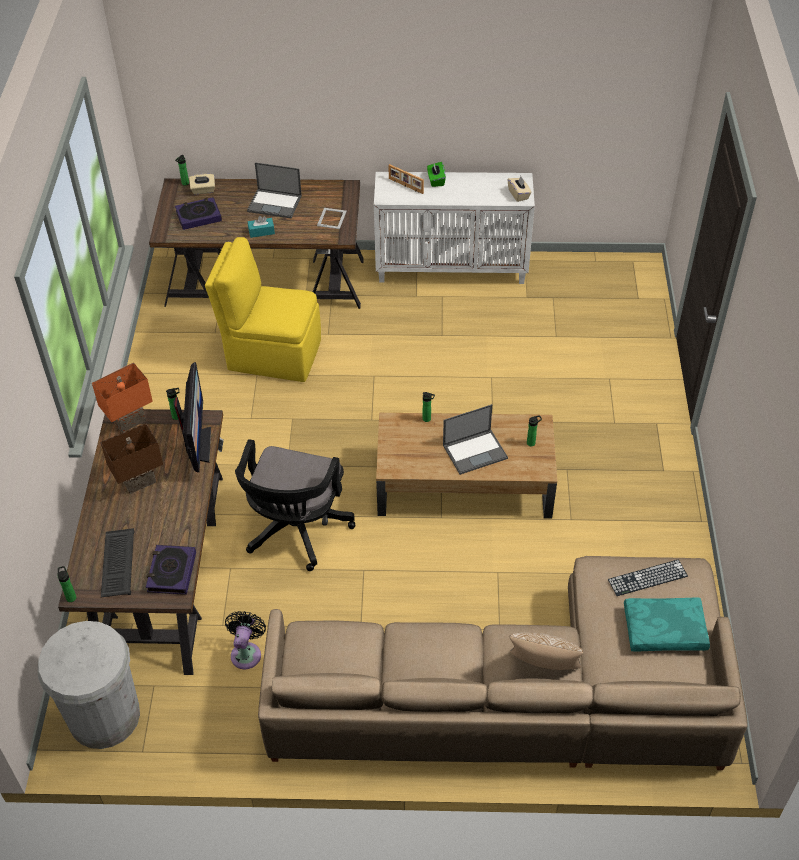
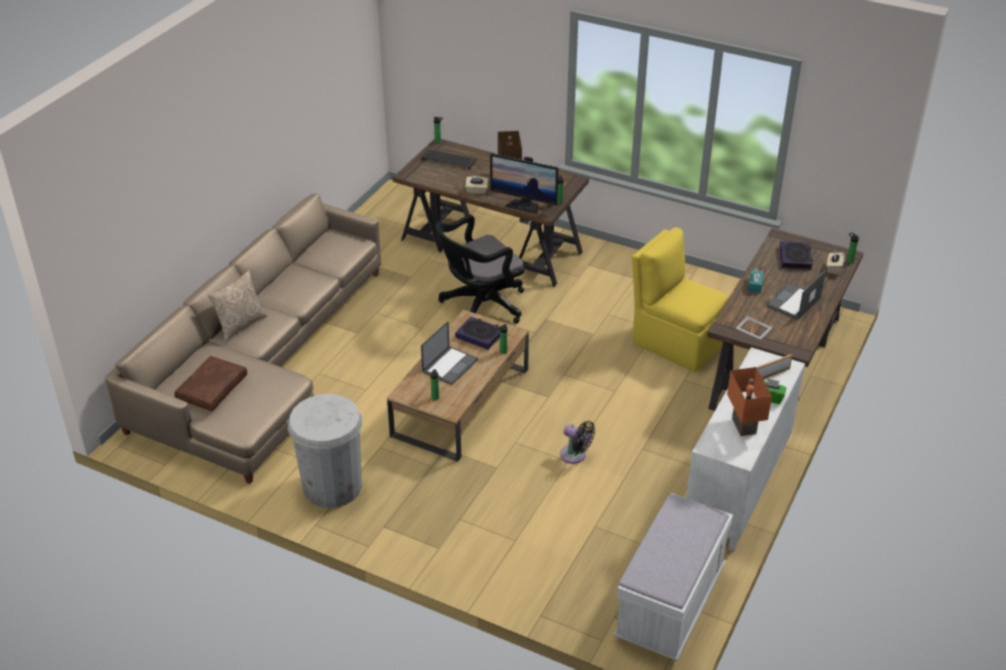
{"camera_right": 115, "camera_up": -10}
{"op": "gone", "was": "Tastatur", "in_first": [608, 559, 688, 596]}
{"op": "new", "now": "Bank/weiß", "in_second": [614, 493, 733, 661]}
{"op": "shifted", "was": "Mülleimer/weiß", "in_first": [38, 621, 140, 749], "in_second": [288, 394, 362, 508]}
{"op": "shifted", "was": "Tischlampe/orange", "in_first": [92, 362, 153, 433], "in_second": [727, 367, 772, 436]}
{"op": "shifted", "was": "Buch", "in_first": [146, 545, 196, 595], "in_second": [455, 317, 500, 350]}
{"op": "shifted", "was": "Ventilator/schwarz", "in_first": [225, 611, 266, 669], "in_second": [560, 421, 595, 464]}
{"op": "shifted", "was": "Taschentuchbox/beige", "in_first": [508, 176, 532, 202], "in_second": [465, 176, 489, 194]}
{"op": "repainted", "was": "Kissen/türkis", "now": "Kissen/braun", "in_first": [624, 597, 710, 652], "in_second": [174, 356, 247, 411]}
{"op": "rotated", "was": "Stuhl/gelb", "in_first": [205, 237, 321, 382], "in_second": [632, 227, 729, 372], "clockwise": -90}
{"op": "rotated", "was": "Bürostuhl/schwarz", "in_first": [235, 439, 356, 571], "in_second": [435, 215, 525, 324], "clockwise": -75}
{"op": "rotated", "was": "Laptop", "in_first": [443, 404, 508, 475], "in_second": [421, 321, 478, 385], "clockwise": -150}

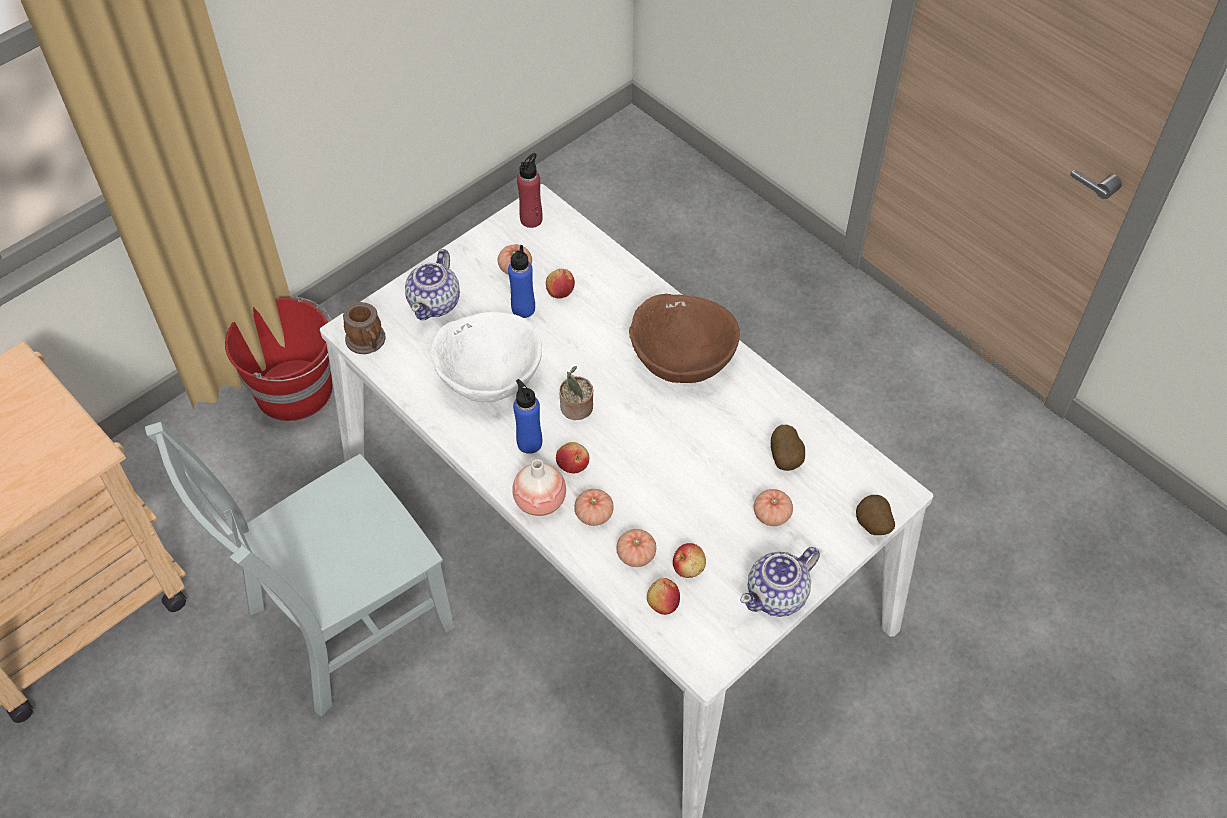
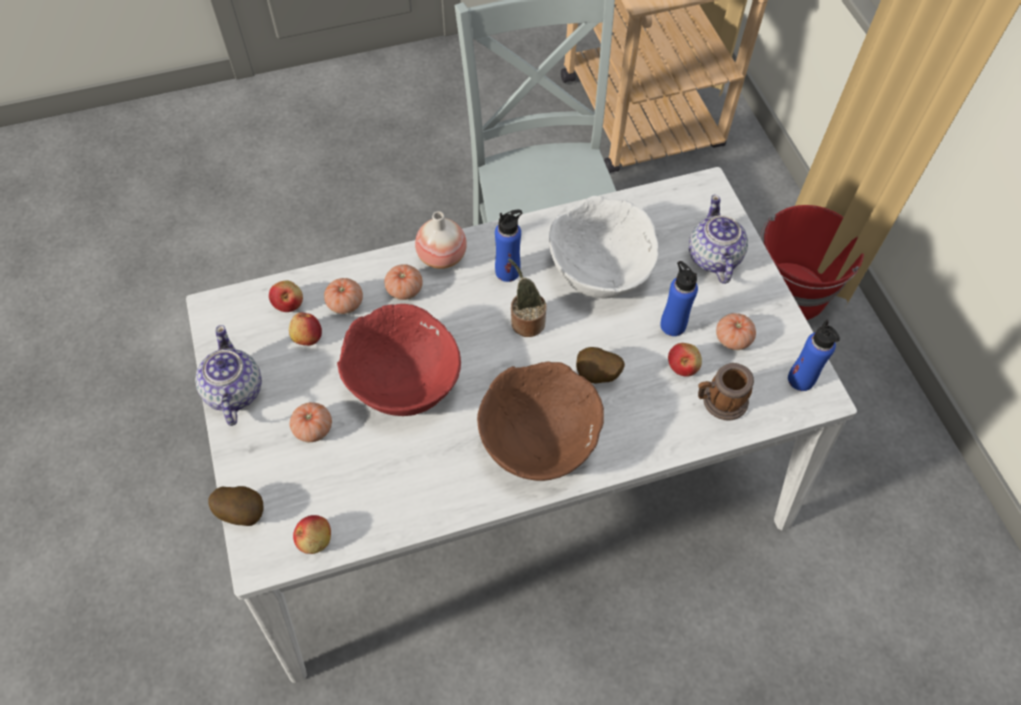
{"camera_right": 115, "camera_up": 5}
{"op": "new", "now": "Schüssel/rot", "in_second": [337, 304, 461, 416]}
{"op": "shifted", "was": "Henkelbecher", "in_first": [343, 302, 385, 354], "in_second": [698, 363, 754, 420]}
{"op": "shifted", "was": "Apfel", "in_first": [556, 442, 589, 473], "in_second": [293, 515, 331, 554]}
{"op": "shifted", "was": "Kartoffel", "in_first": [771, 425, 805, 471], "in_second": [576, 347, 625, 384]}
{"op": "repainted", "was": "Flasche/rot", "now": "Flasche/blau", "in_first": [517, 153, 543, 228], "in_second": [788, 320, 840, 391]}
{"op": "rotated", "was": "Teekanne", "in_first": [405, 249, 460, 320], "in_second": [689, 195, 748, 284], "clockwise": 45}

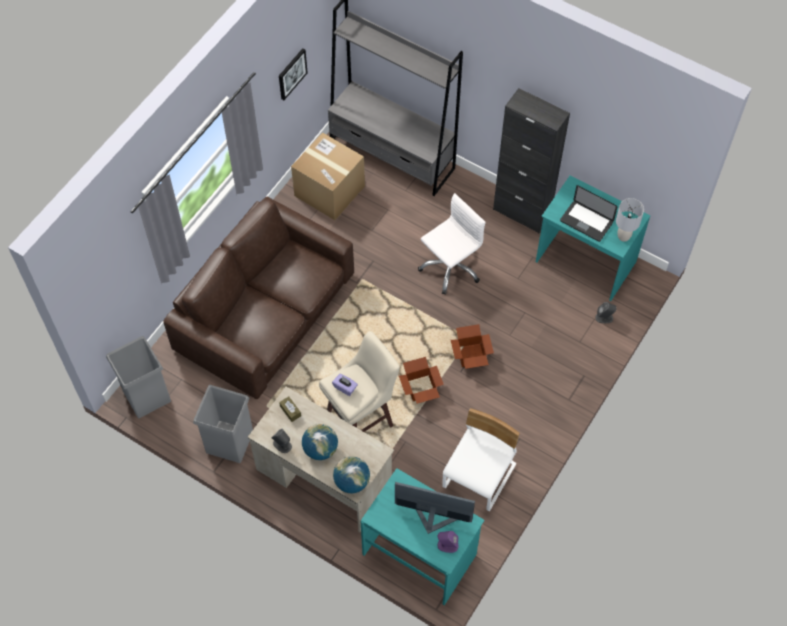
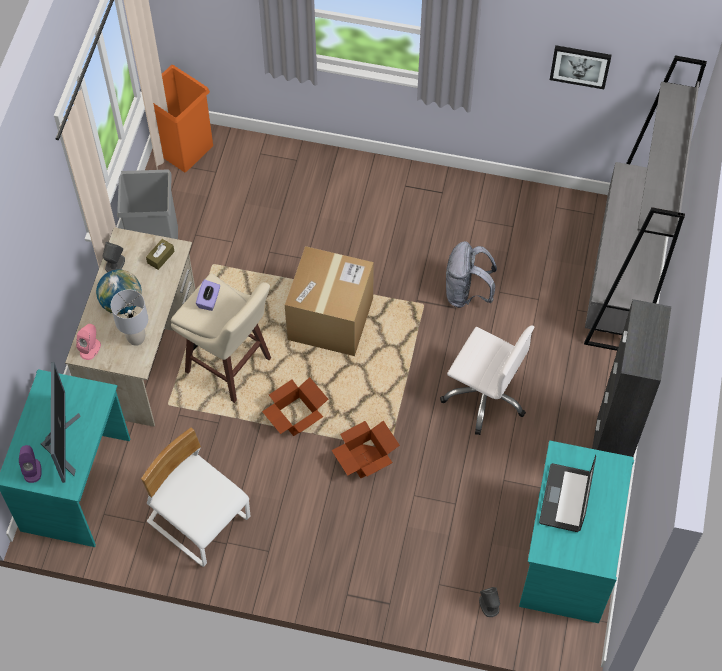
{"camera_right": 70, "camera_up": 0}
{"op": "gone", "was": "Sofa/braun", "in_first": [163, 197, 354, 399]}
{"op": "new", "now": "Rucksack/grau", "in_second": [446, 241, 497, 308]}
{"op": "shifted", "was": "Karton", "in_first": [291, 132, 365, 220], "in_second": [285, 246, 374, 356]}
{"op": "shifted", "was": "Tischlampe/grau", "in_first": [616, 198, 644, 242], "in_second": [111, 290, 148, 346]}
{"op": "swapped", "was": "Globus", "now": "Lautsprecher/rosa", "in_first": [333, 456, 370, 493], "in_second": [76, 324, 101, 360]}
{"op": "repainted", "was": "Mülleimer/grau", "now": "Mülleimer/orange", "in_first": [106, 336, 171, 418], "in_second": [153, 65, 213, 172]}
{"op": "rotated", "was": "Stuhl/weiß", "in_first": [442, 408, 520, 511], "in_second": [141, 428, 250, 567], "clockwise": -150}

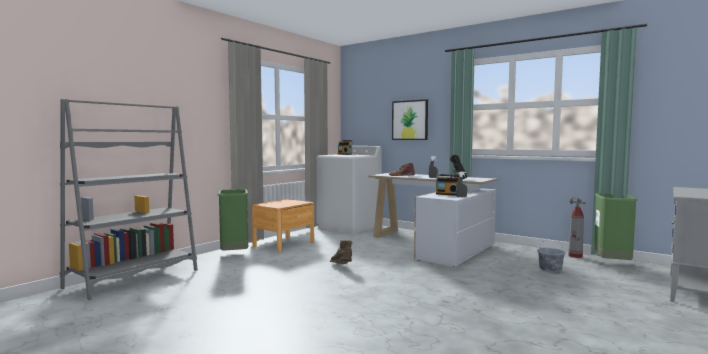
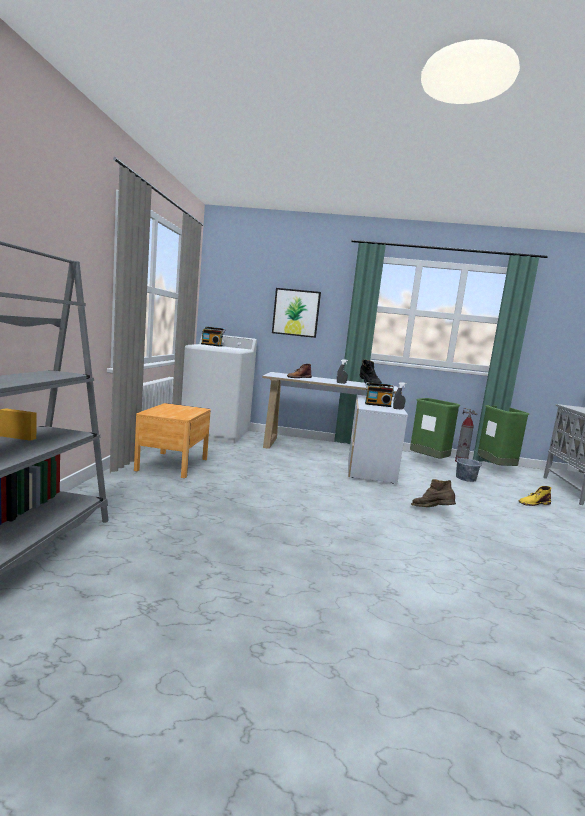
{"camera_right": -30, "camera_up": 5}
{"op": "new", "now": "Stiefel/gelb", "in_second": [519, 486, 551, 506]}
{"op": "shifted", "was": "Mülleimer/grün", "in_first": [218, 189, 248, 250], "in_second": [410, 398, 460, 459]}
{"op": "shifted", "was": "Stiefel/braun", "in_first": [330, 240, 352, 264], "in_second": [411, 479, 456, 507]}

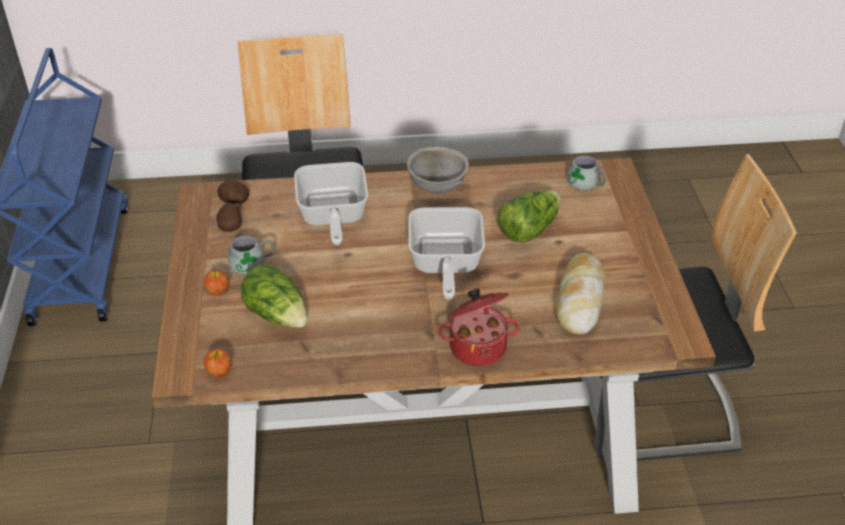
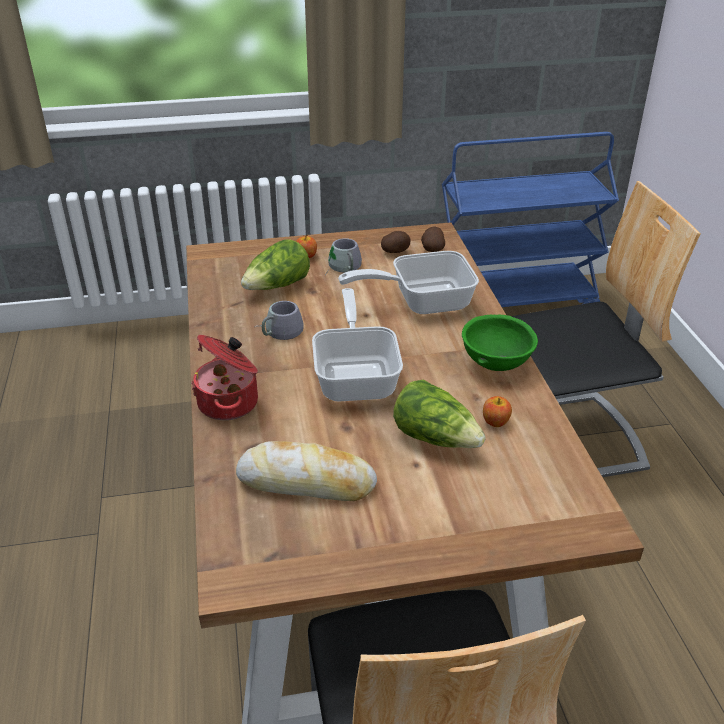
{"camera_right": 85, "camera_up": -5}
{"op": "shifted", "was": "Apfel", "in_first": [203, 349, 231, 377], "in_second": [483, 396, 512, 427]}
{"op": "shifted", "was": "Henkelbecher/grau", "in_first": [567, 155, 606, 197], "in_second": [255, 301, 304, 340]}
{"op": "repainted", "was": "Schüssel/grau", "now": "Schüssel/grün", "in_first": [407, 147, 469, 194], "in_second": [462, 315, 538, 371]}
{"op": "rotated", "was": "Pfanne", "in_first": [408, 207, 485, 300], "in_second": [312, 288, 403, 401], "clockwise": 90}

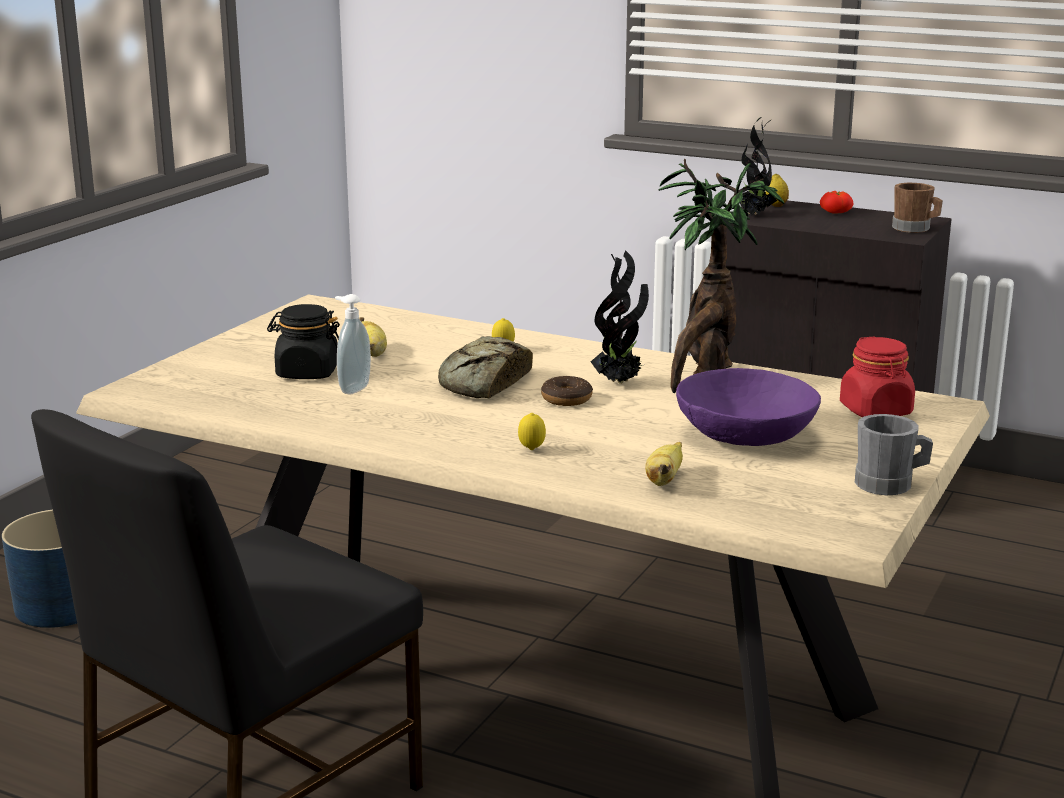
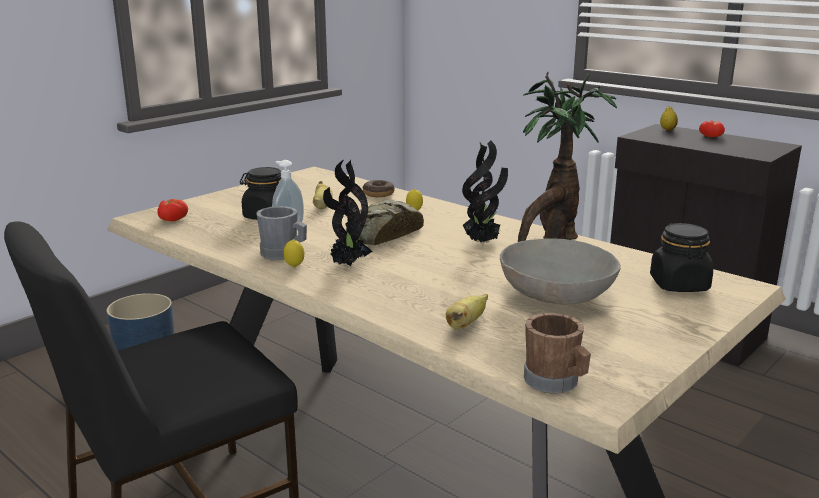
{"camera_right": 15, "camera_up": 0}
{"op": "new", "now": "Tomate", "in_second": [157, 199, 188, 222]}
{"op": "shifted", "was": "Zitrone", "in_first": [518, 413, 546, 450], "in_second": [284, 239, 304, 268]}
{"op": "shifted", "was": "Donut", "in_first": [541, 376, 593, 406], "in_second": [363, 180, 395, 197]}
{"op": "shifted", "was": "Topfpflanze", "in_first": [740, 117, 777, 216], "in_second": [323, 160, 373, 266]}
{"op": "shifted", "was": "Henkelbecher/grau", "in_first": [855, 414, 933, 495], "in_second": [257, 206, 307, 260]}
{"op": "shifted", "was": "Henkelbecher/braun", "in_first": [892, 183, 943, 233], "in_second": [524, 313, 591, 394]}
{"op": "repainted", "was": "Schüssel/lila", "now": "Schüssel/grau", "in_first": [676, 368, 821, 446], "in_second": [500, 238, 620, 304]}
{"op": "repainted", "was": "Vorratsglas/rot", "now": "Vorratsglas/schwarz", "in_first": [840, 336, 915, 417], "in_second": [650, 223, 713, 292]}

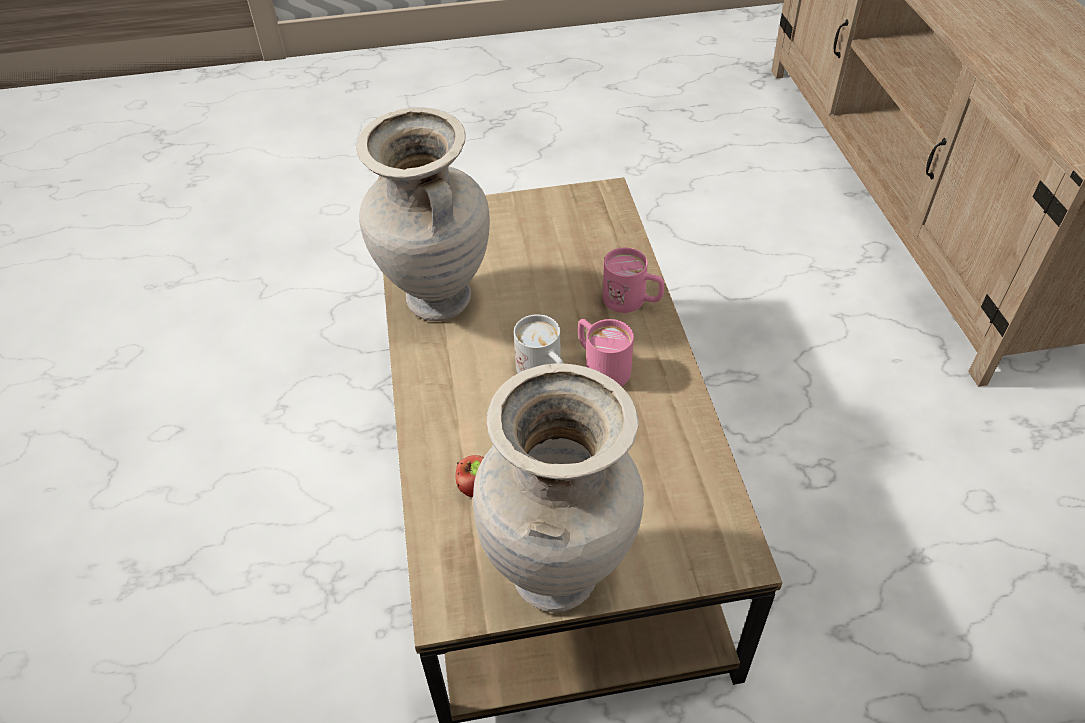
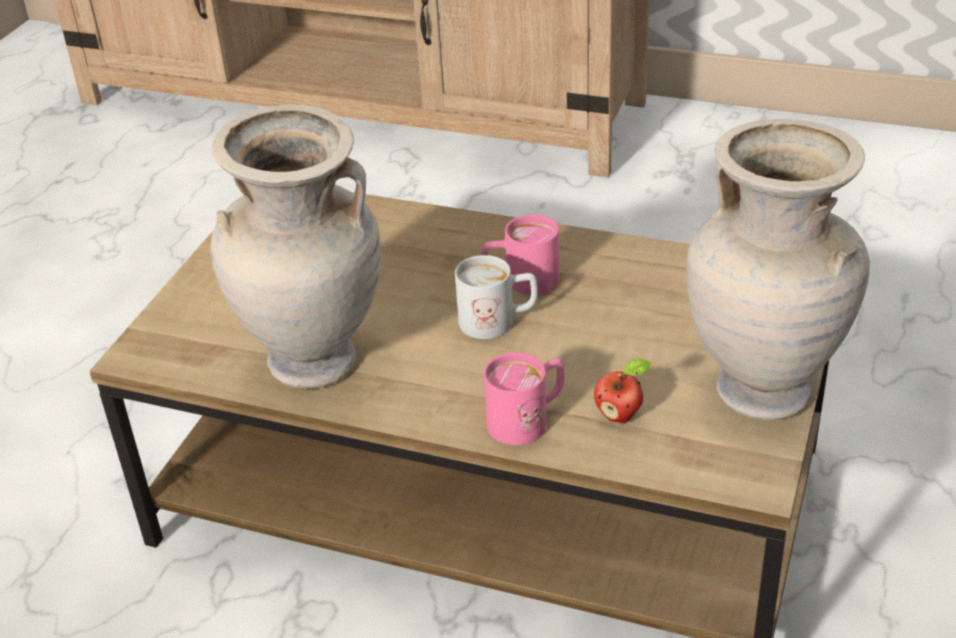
{"camera_right": -60, "camera_up": -10}
{"op": "shifted", "was": "Henkelbecher/rosa", "in_first": [603, 248, 664, 313], "in_second": [484, 352, 564, 445]}

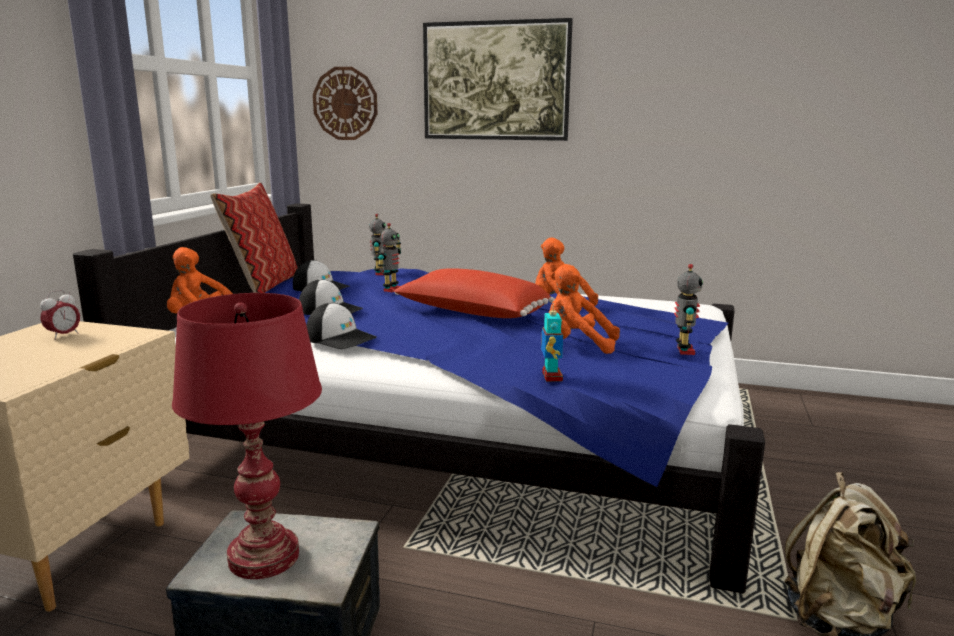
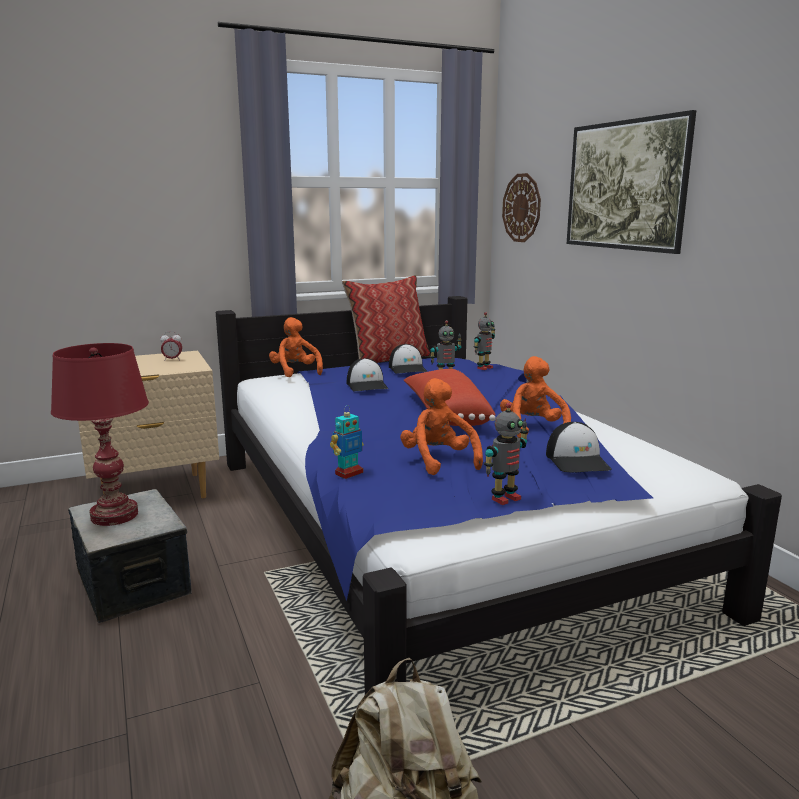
{"camera_right": 50, "camera_up": 0}
{"op": "shifted", "was": "Kappe", "in_first": [306, 303, 377, 349], "in_second": [546, 422, 612, 473]}

